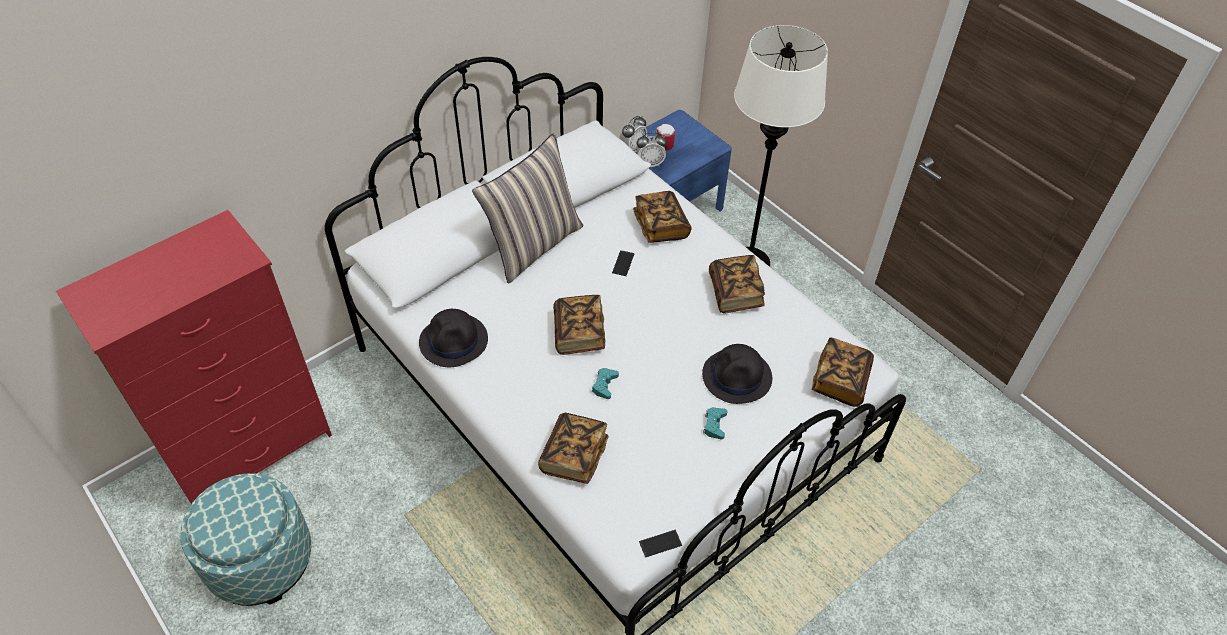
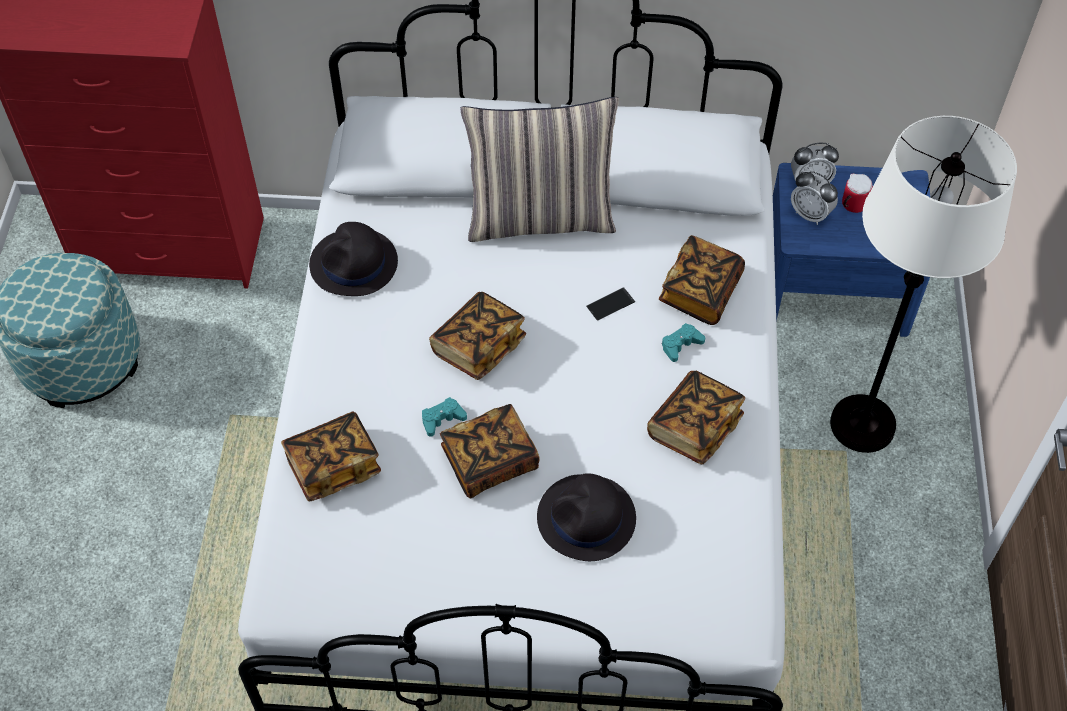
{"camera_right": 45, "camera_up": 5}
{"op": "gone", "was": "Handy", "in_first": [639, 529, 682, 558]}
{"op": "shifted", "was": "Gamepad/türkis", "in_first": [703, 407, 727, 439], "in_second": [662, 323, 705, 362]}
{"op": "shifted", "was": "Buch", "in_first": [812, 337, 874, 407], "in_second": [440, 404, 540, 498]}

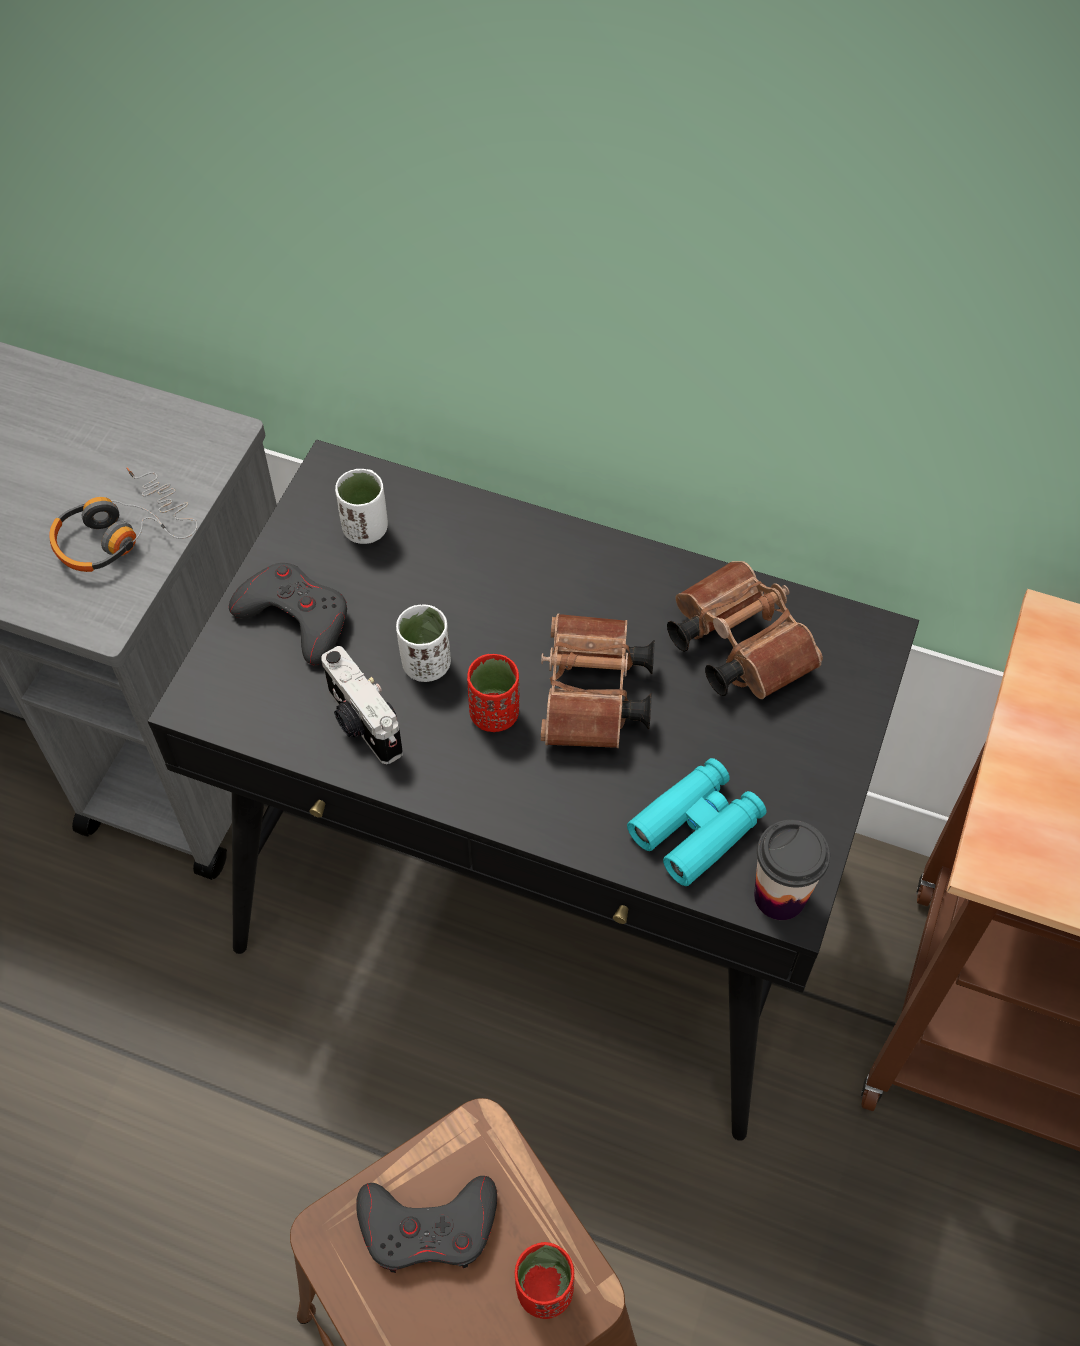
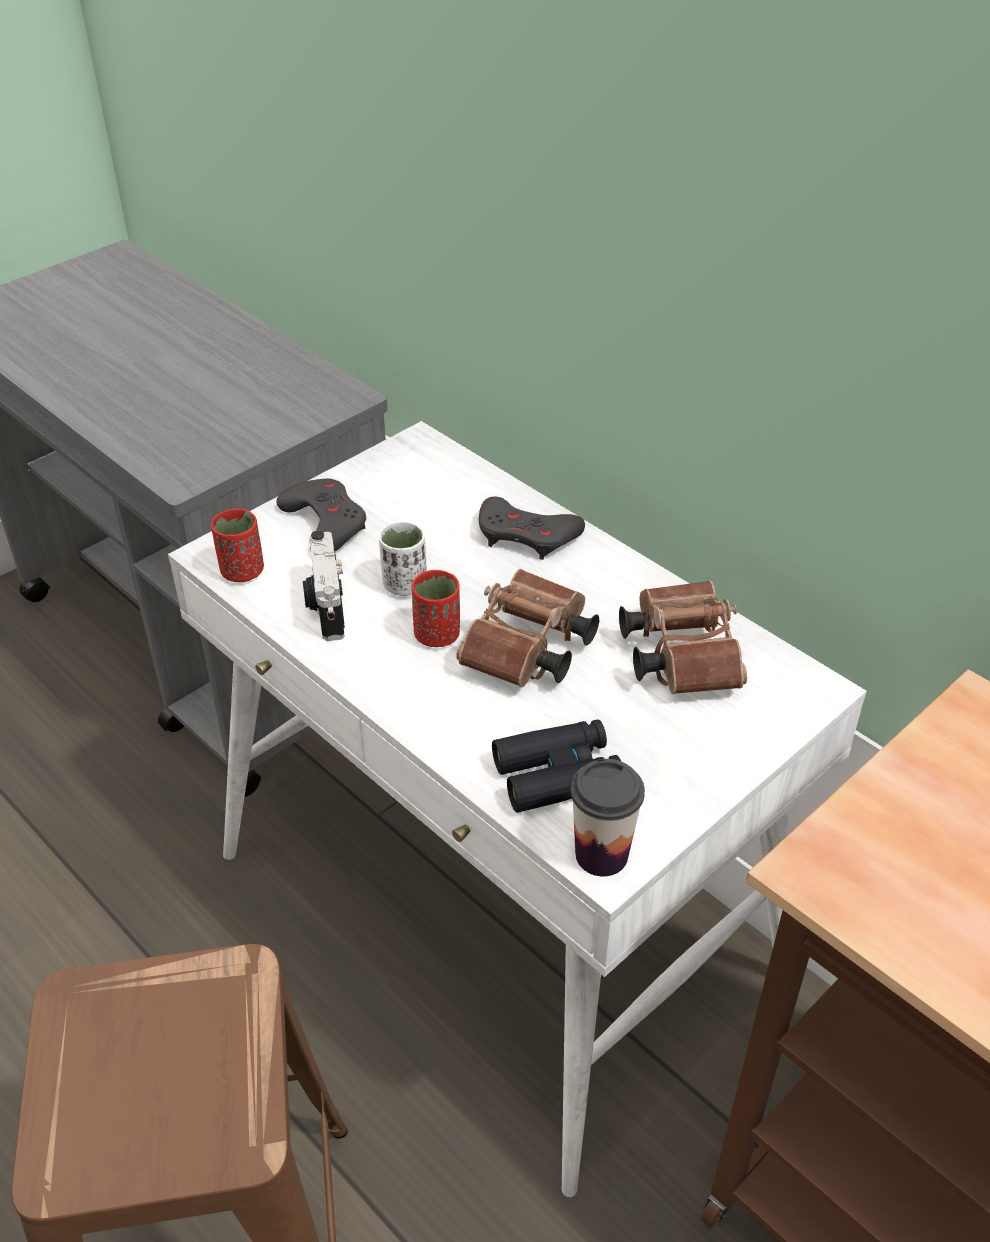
{"camera_right": 25, "camera_up": -15}
{"op": "gone", "was": "Kopfhörer", "in_first": [49, 467, 198, 572]}
{"op": "gone", "was": "Tasse/weiß", "in_first": [335, 469, 388, 544]}
{"op": "shifted", "was": "Gamepad/grau", "in_first": [356, 1176, 497, 1273], "in_second": [479, 496, 585, 560]}
{"op": "shifted", "was": "Tasse/rot", "in_first": [515, 1242, 574, 1319], "in_second": [211, 509, 264, 582]}
{"op": "repainted", "was": "Schreibtisch/schwarz", "now": "Schreibtisch/weiß", "in_first": [147, 440, 919, 1141], "in_second": [168, 421, 867, 1197]}
{"op": "repainted", "was": "Fernglas/türkis", "now": "Fernglas/schwarz", "in_first": [627, 758, 766, 886], "in_second": [492, 719, 621, 813]}

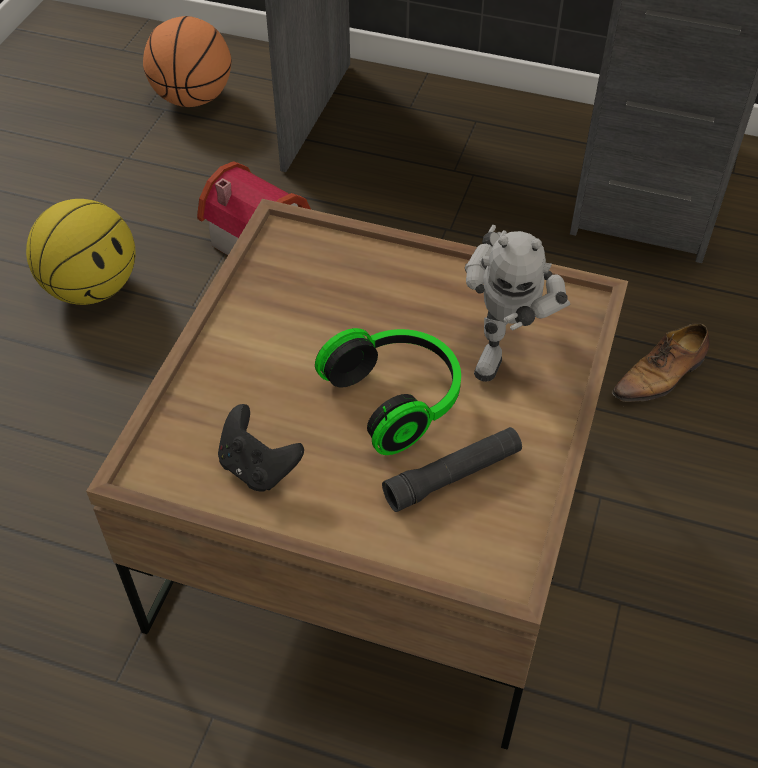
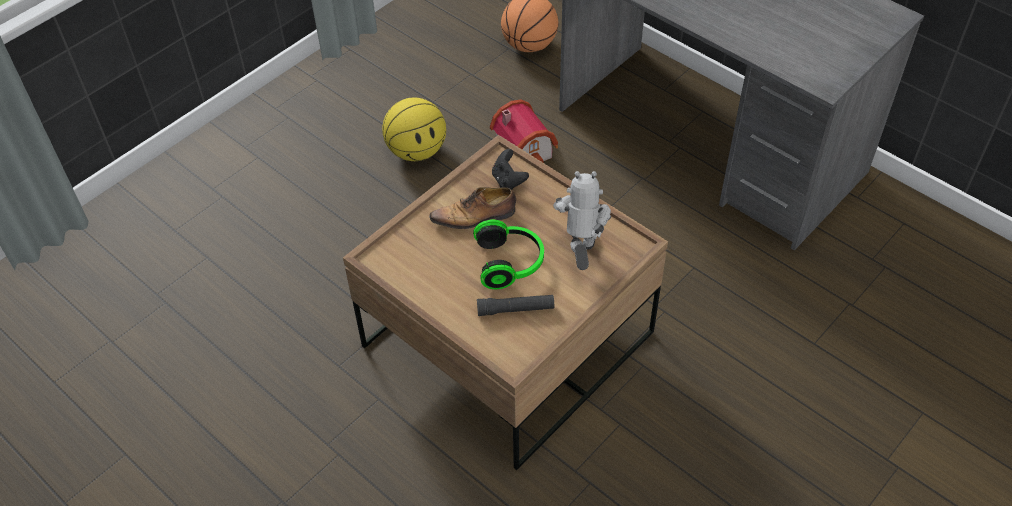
{"camera_right": 25, "camera_up": 0}
{"op": "shifted", "was": "Gamepad/schwarz", "in_first": [218, 404, 304, 492], "in_second": [492, 149, 529, 190]}
{"op": "shifted", "was": "Schuh", "in_first": [611, 323, 710, 407], "in_second": [429, 187, 516, 229]}
{"op": "rotated", "was": "Spielzeugroboter", "in_first": [465, 225, 570, 382], "in_second": [553, 171, 611, 270], "clockwise": 150}

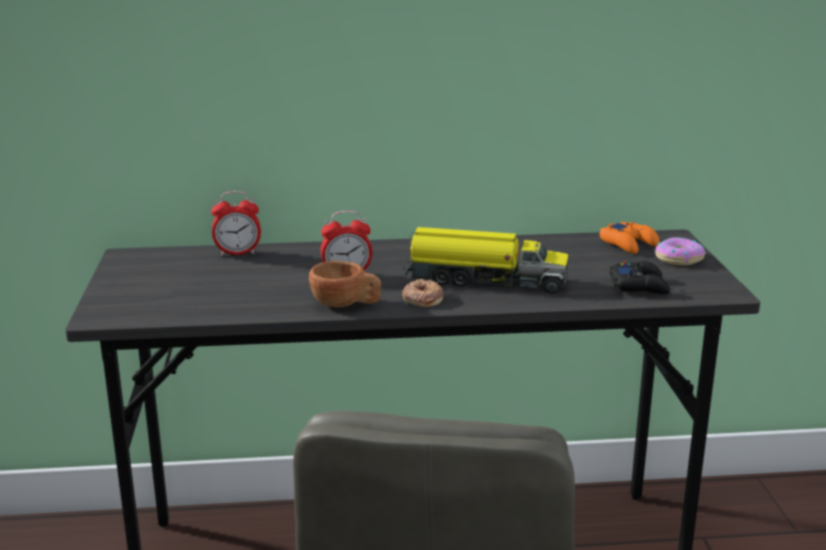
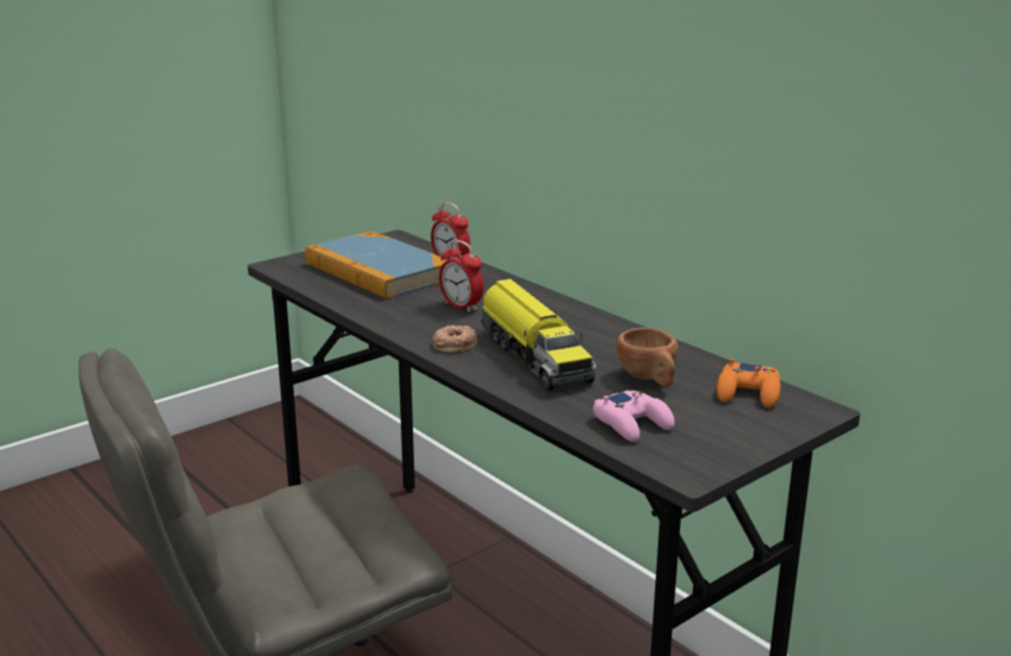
{"camera_right": 55, "camera_up": 0}
{"op": "gone", "was": "Donut", "in_first": [655, 237, 706, 265]}
{"op": "new", "now": "Buch", "in_second": [305, 231, 447, 299]}
{"op": "shifted", "was": "Tasse/braun", "in_first": [309, 261, 381, 307], "in_second": [616, 328, 678, 387]}
{"op": "repainted", "was": "Gamepad/schwarz", "now": "Gamepad/rosa", "in_first": [609, 261, 670, 294], "in_second": [593, 390, 675, 442]}

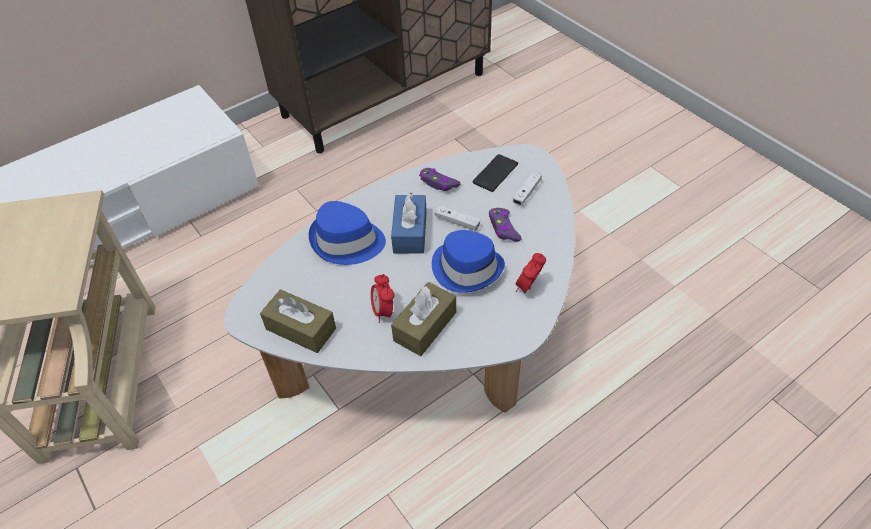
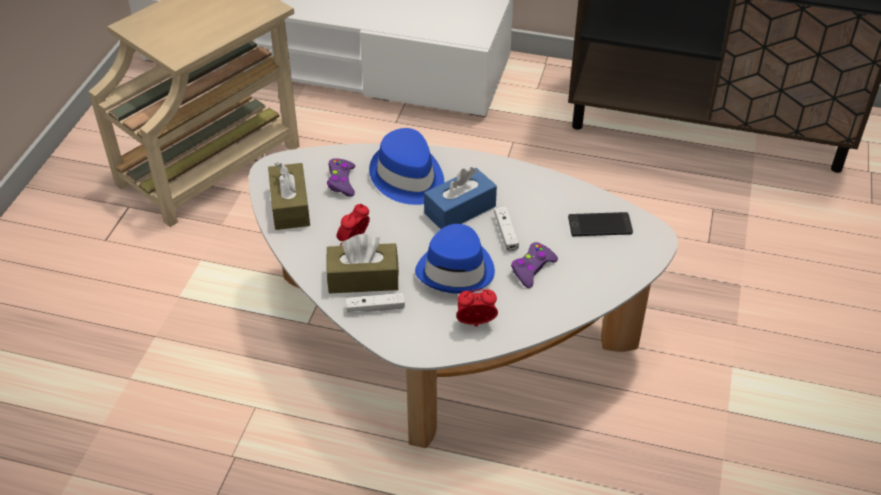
{"camera_right": 50, "camera_up": -5}
{"op": "shifted", "was": "Gamepad/lila", "in_first": [419, 168, 461, 191], "in_second": [327, 158, 355, 197]}
{"op": "shifted", "was": "Gamepad/weiß", "in_first": [513, 171, 542, 205], "in_second": [346, 293, 405, 312]}

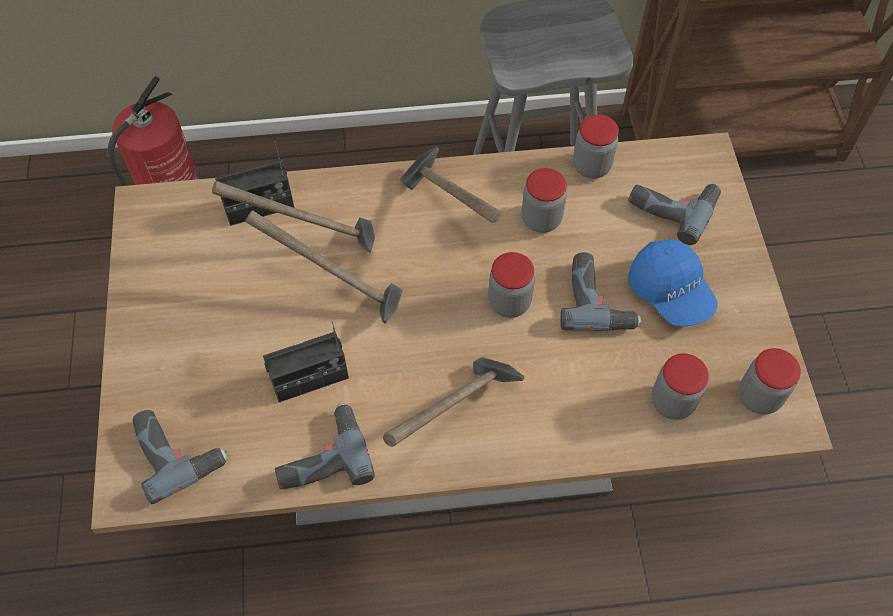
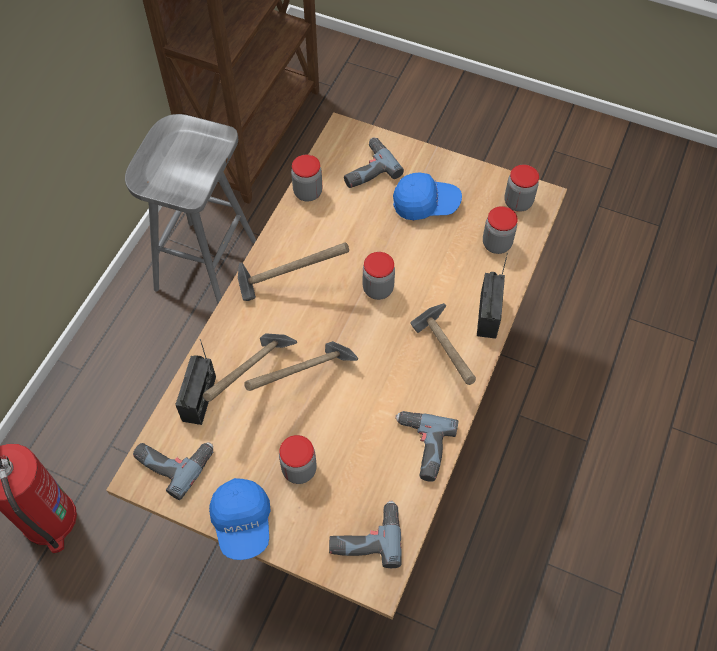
{"camera_right": -60, "camera_up": 0}
{"op": "new", "now": "Kappe/blau", "in_second": [209, 478, 271, 560]}
{"op": "shifted", "was": "Radio", "in_first": [263, 322, 349, 403], "in_second": [477, 253, 508, 339]}
{"op": "shifted", "was": "Vorratsglas", "in_first": [522, 168, 567, 233], "in_second": [279, 435, 317, 484]}
{"op": "shifted", "was": "Bohrmaschine", "in_first": [560, 252, 642, 331], "in_second": [133, 443, 213, 500]}

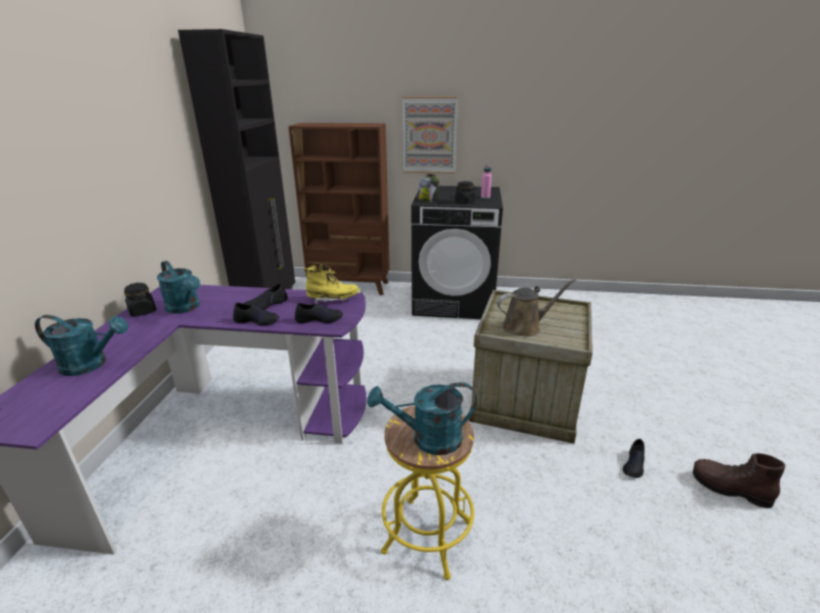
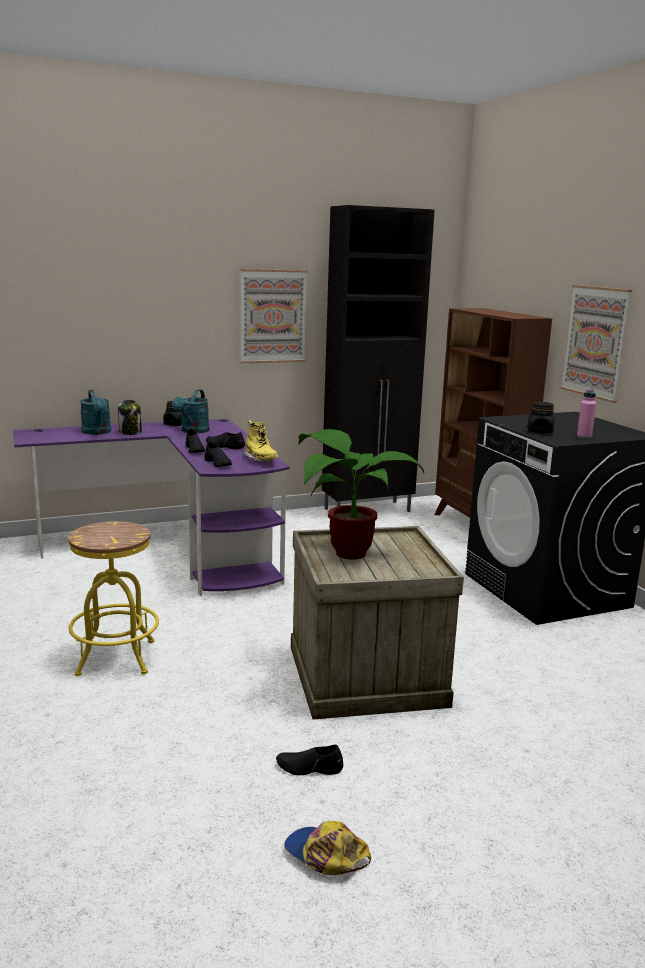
{"camera_right": 60, "camera_up": -10}
{"op": "gone", "was": "Gießkanne/türkis", "in_first": [367, 382, 477, 455]}
{"op": "new", "now": "Bild", "in_second": [241, 269, 307, 363]}
{"op": "shifted", "was": "Vorratsglas", "in_first": [419, 174, 439, 202], "in_second": [118, 400, 142, 435]}
{"op": "swapped", "was": "Gießkanne/braun", "now": "Topfpflanze", "in_first": [497, 279, 576, 337], "in_second": [298, 429, 424, 560]}
{"op": "swapped", "was": "Stiefel/braun", "now": "Kappe", "in_first": [693, 453, 785, 508], "in_second": [284, 821, 371, 875]}

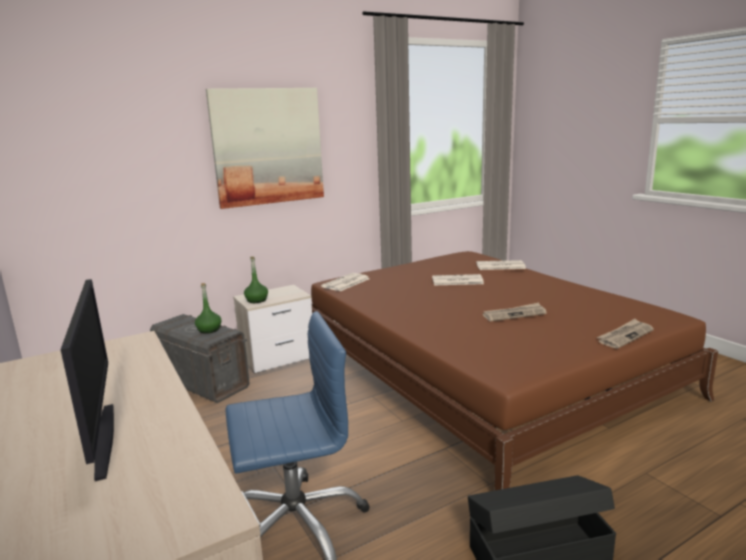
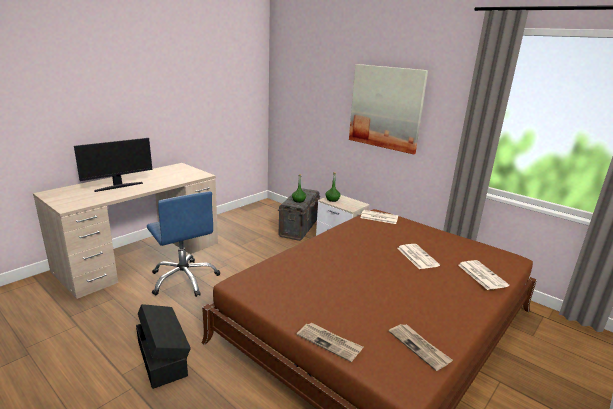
{"camera_right": 70, "camera_up": 5}
{"op": "shifted", "was": "Zeitung", "in_first": [483, 303, 547, 321], "in_second": [389, 324, 453, 371]}

